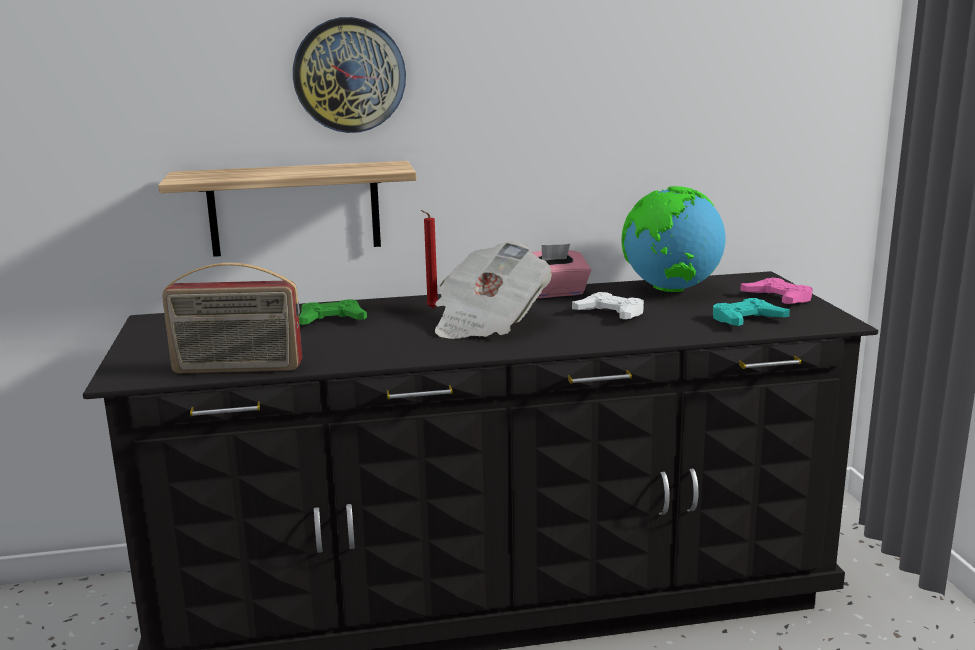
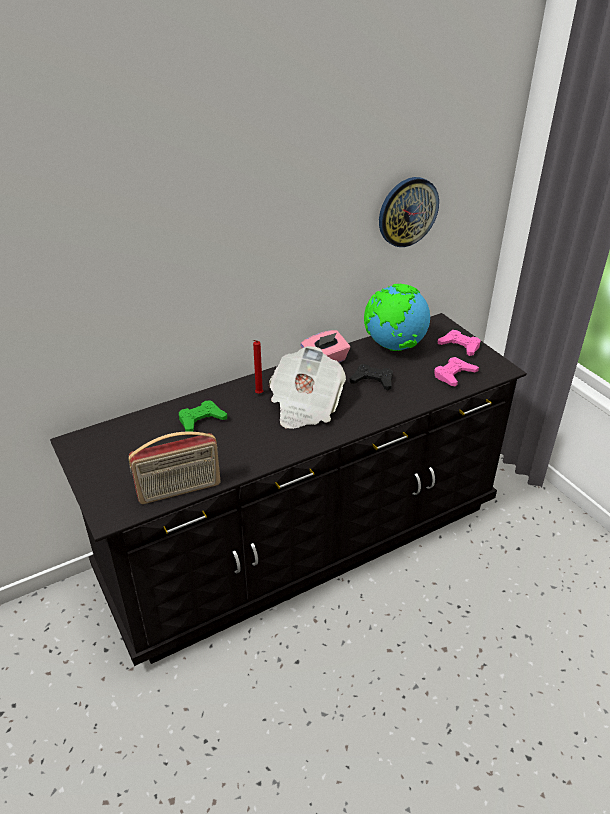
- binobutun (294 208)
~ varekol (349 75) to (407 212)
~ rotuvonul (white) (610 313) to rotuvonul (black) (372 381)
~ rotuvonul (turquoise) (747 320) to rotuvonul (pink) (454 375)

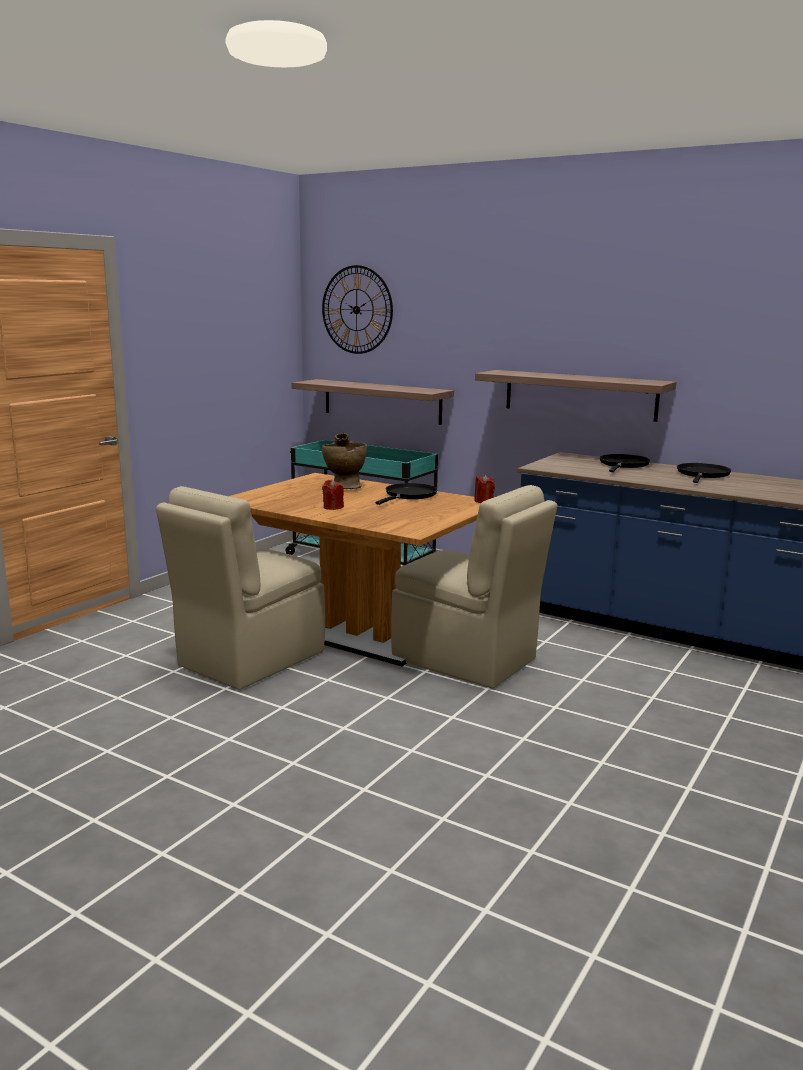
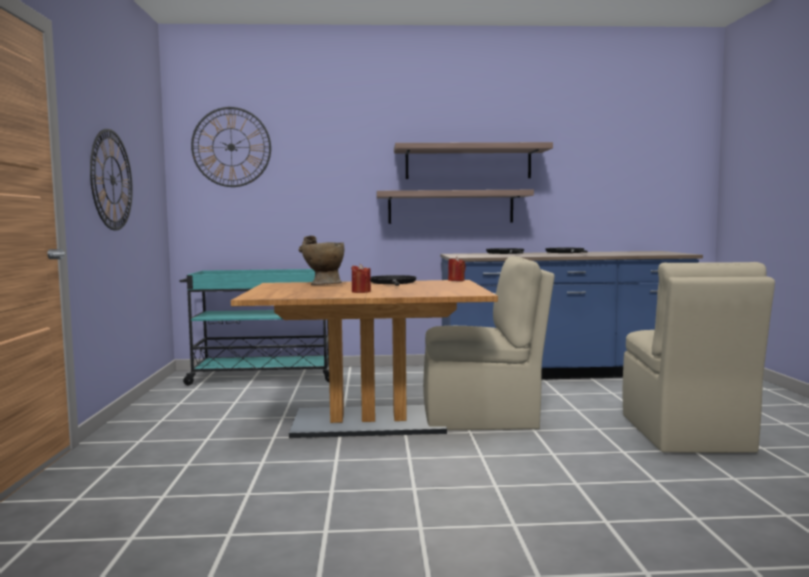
~ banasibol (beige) (248 660) to (685 434)
~ binobutun (382 401) to (468 163)
+ varekol (112 180)

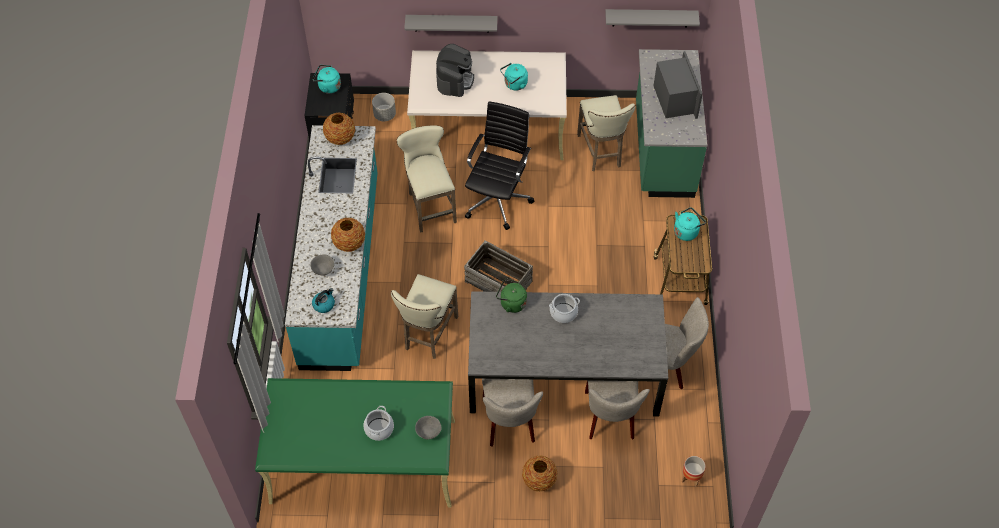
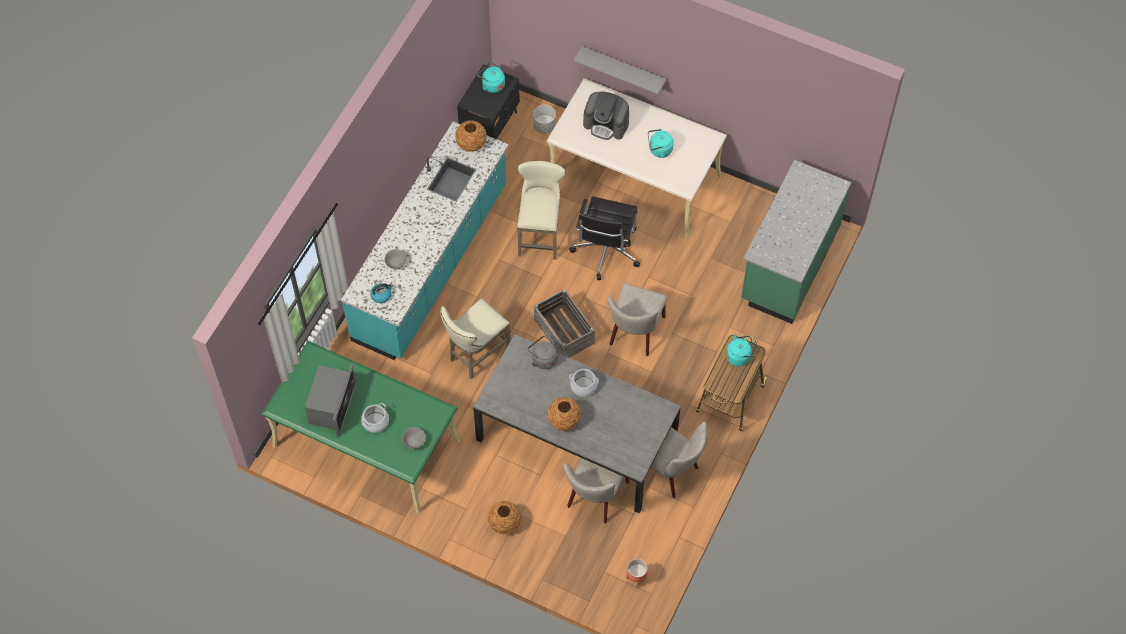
~ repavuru (349 243) to (564 420)
~ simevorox (455 80) = (606 124) 75 degrees clockwise
~ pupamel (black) (498 199) = (605 252) 150 degrees clockwise
~ banasibol (beige) (510 424) to (635 333)
~ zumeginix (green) (511 303) to zumeginix (grey) (543 359)
- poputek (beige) (601 153)
- binobutun (grey) (650 18)
~ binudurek (674 99) to (332 406)

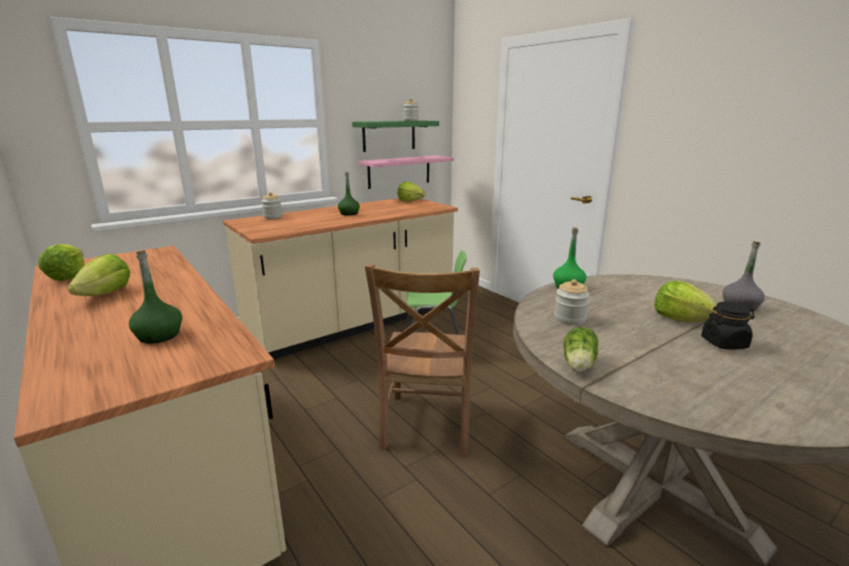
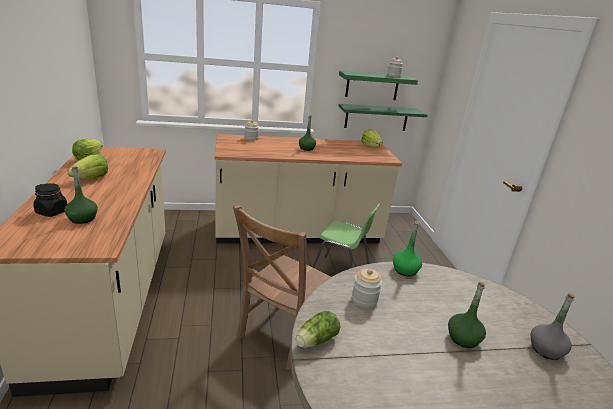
~ binobutun (pink) (399 171) to binobutun (green) (376 117)
~ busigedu (681 319) to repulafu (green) (463 338)
~ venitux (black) (724 343) to (52 212)

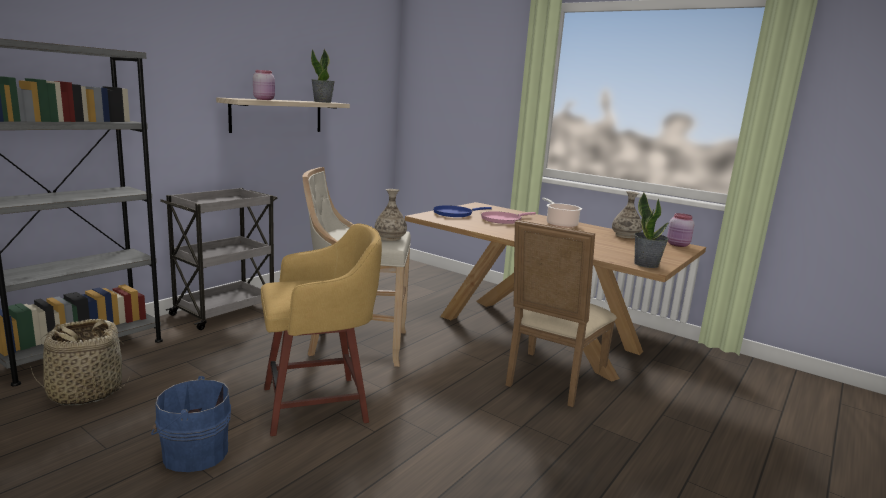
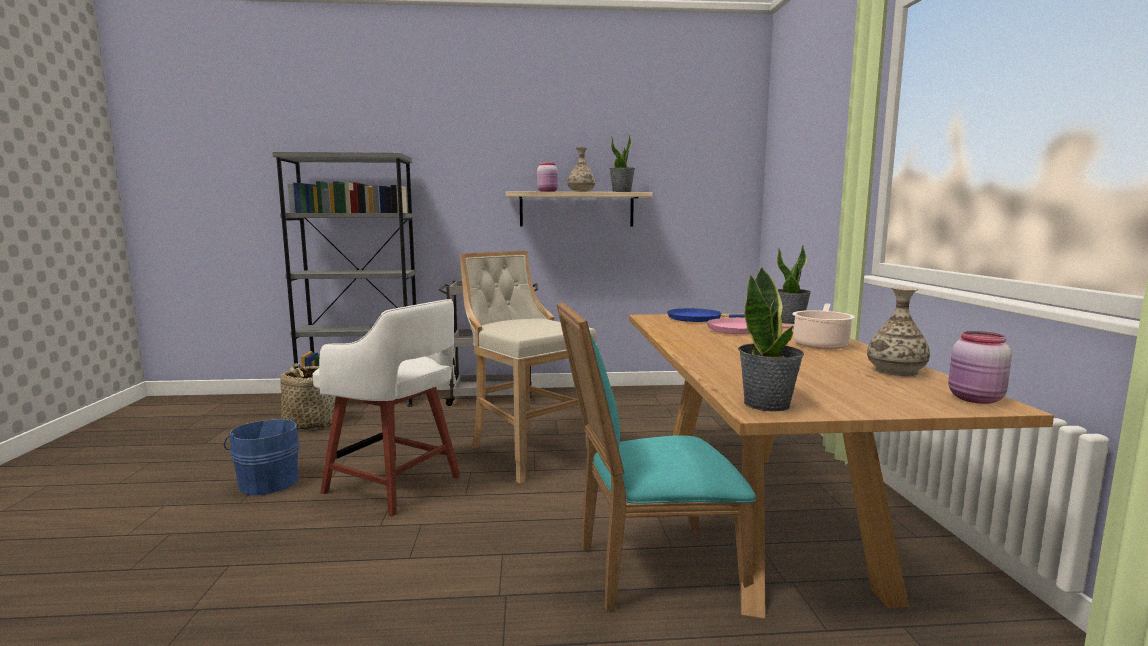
~ poputek (yellow) (319 404) to poputek (white) (395 486)
~ repavuru (390 238) to (581 192)
~ banasibol (beige) (550 381) to banasibol (turquoise) (648 569)
+ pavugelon (790 321)

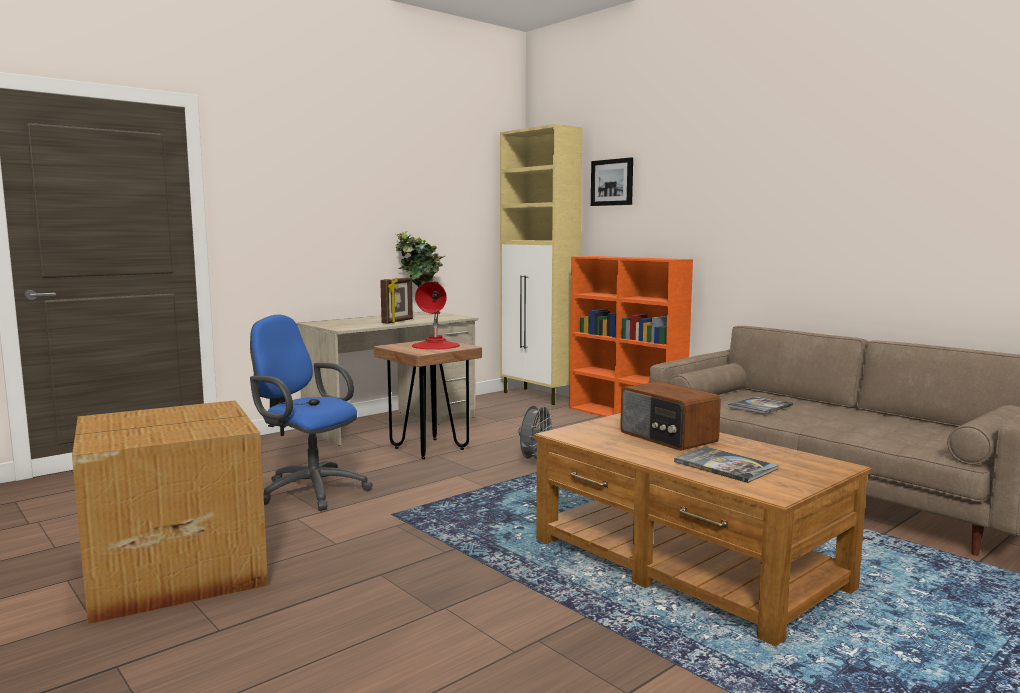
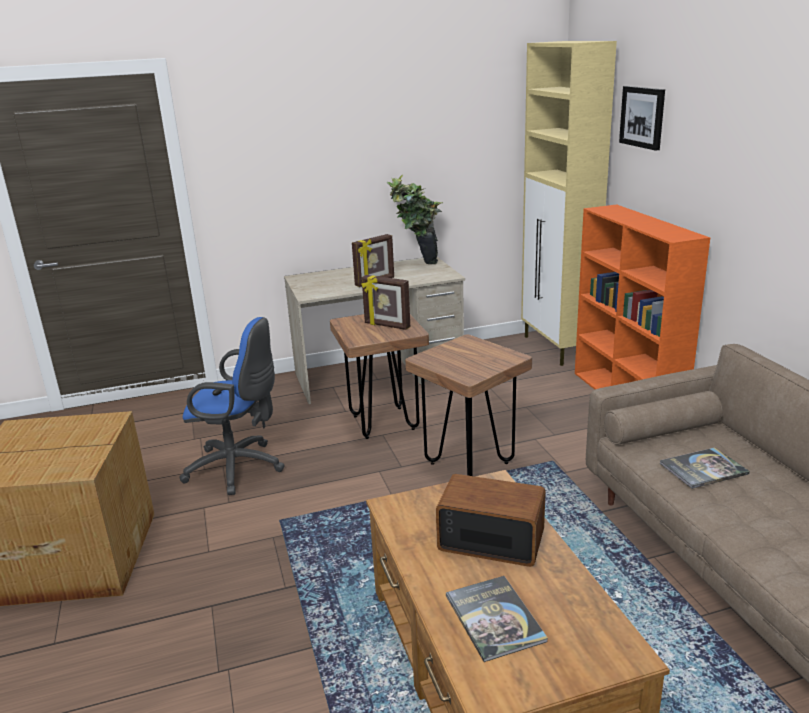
~ pupamel (blue) (309 490) = (239 468) 135 degrees clockwise
~ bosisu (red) (436 345) to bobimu (386 326)
~ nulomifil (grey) (535 461) to poputek (brown) (469 463)
~ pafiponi (667 437) = (490 539) 120 degrees clockwise

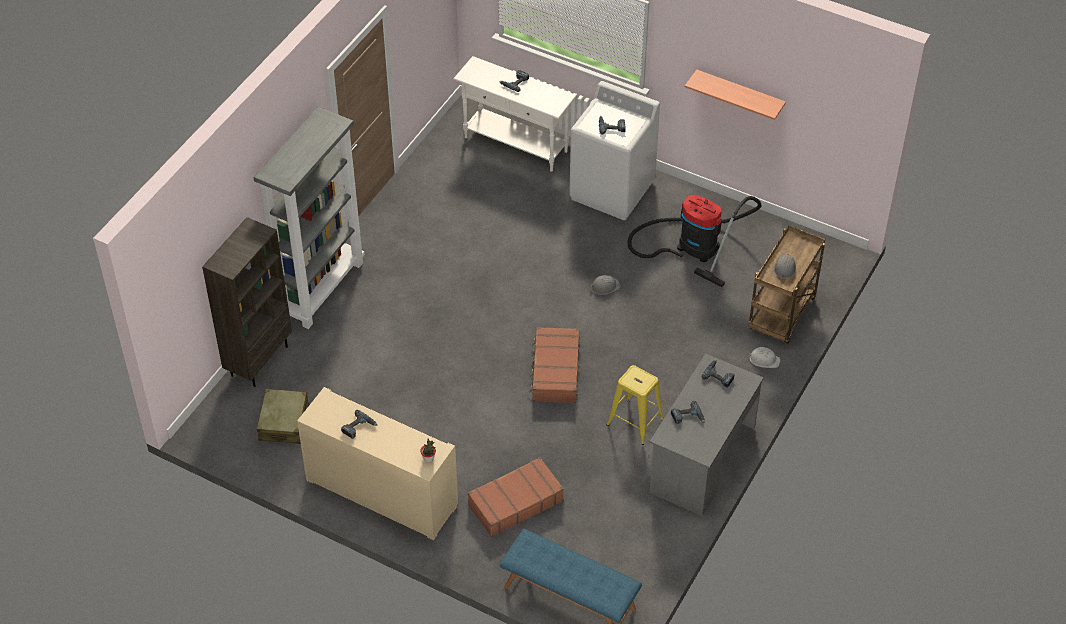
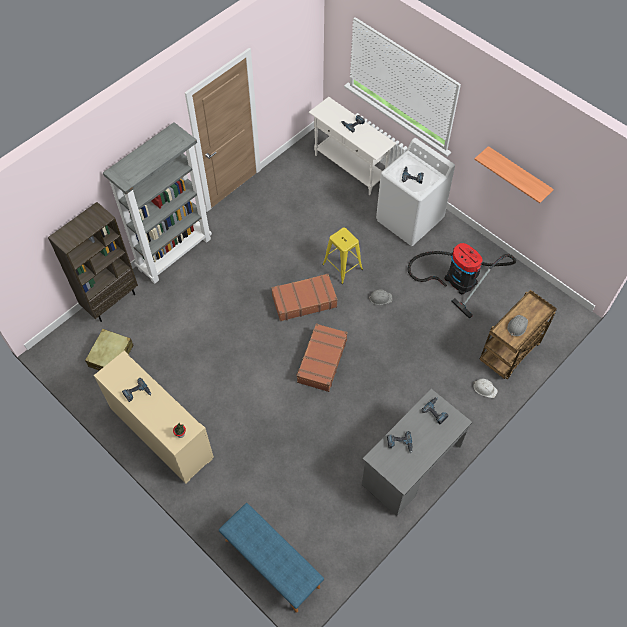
~ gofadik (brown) (515 503) to (304 301)
~ poputek (yellow) (635 422) to (342 267)

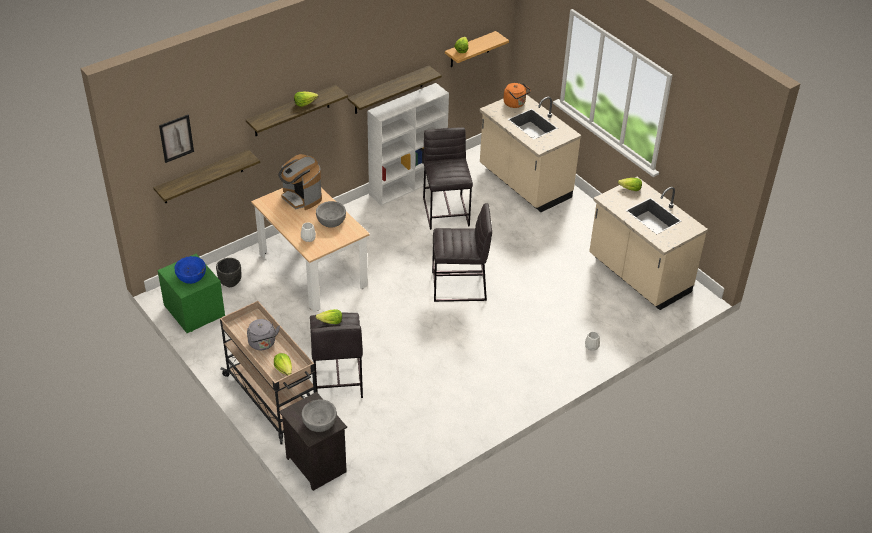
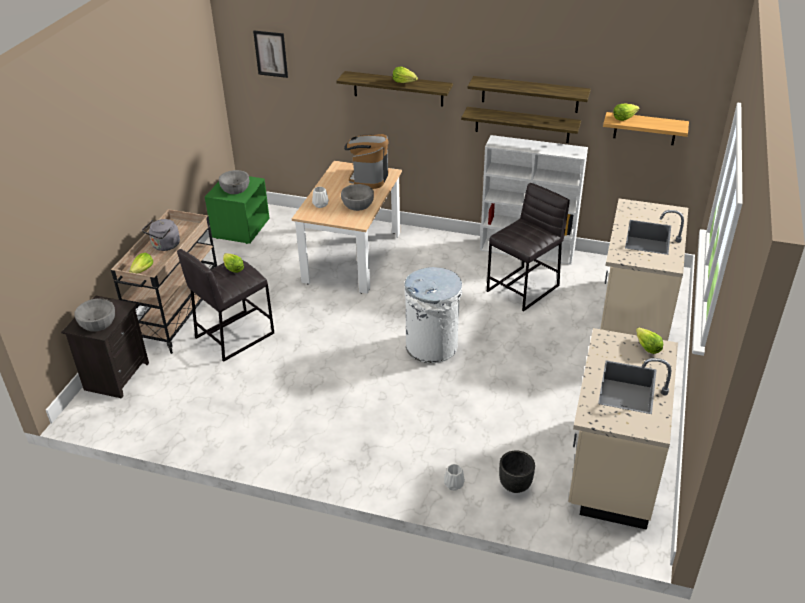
~ binobutun (203 177) to (530 94)
~ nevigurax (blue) (191 276) to nevigurax (grey) (235 188)
~ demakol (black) (230 283) to (515 486)
~ poputek (grey) (459 286) to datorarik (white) (432 346)
- zumeginix (orange) (515 104)

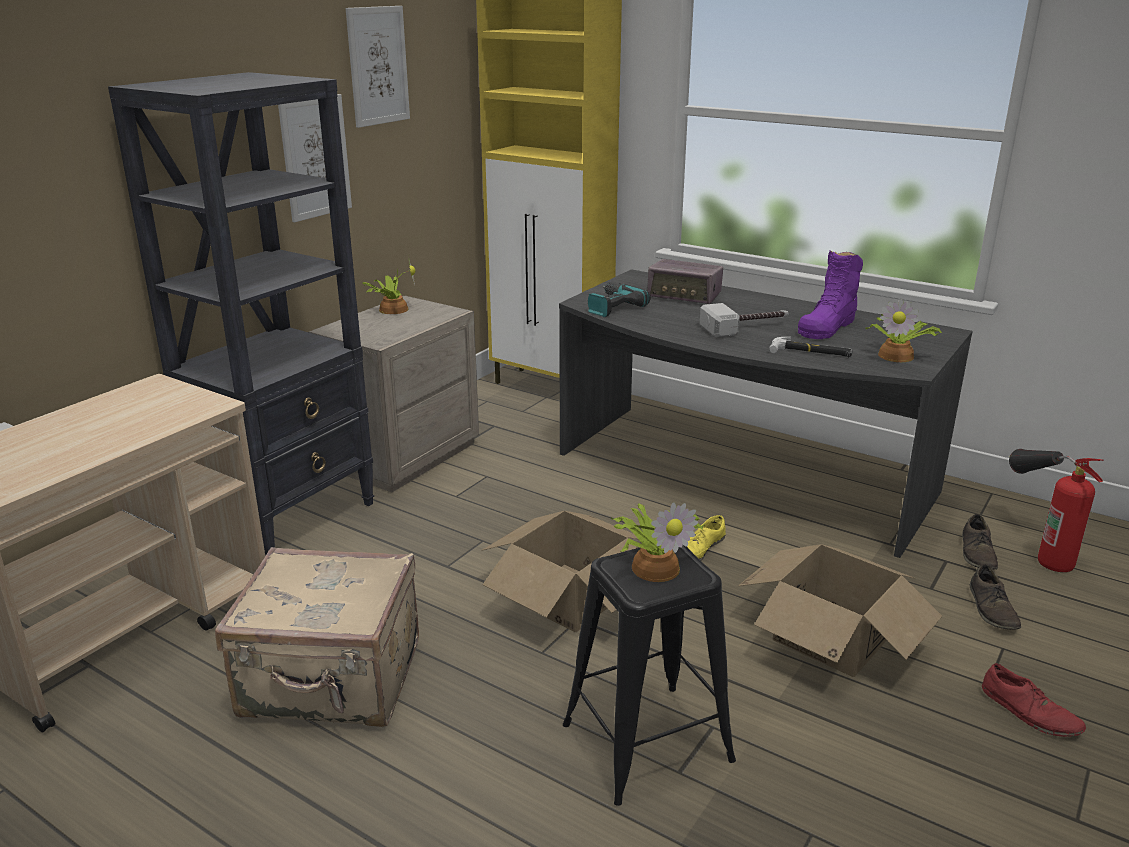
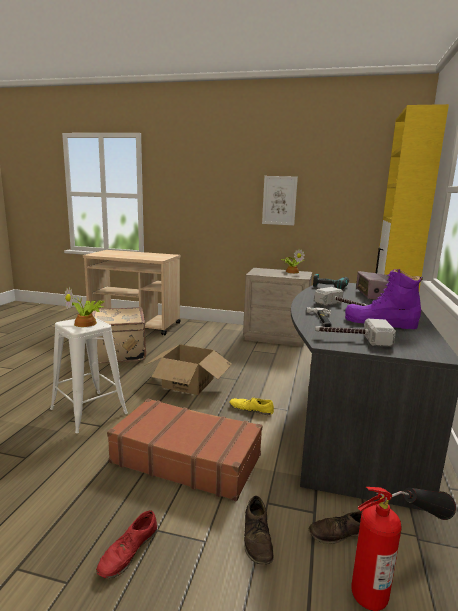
- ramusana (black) (289 516)
- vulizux (378 66)
~ poputek (black) (646 743) to poputek (white) (88 411)
~ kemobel (832 637) to gofadik (brown) (186 458)
~ pavugelon (897 355) to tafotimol (351 339)
~ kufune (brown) (992 609) = (257 538) 75 degrees counterclockwise

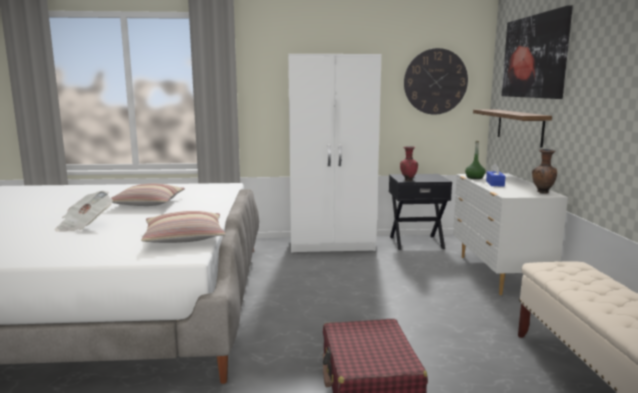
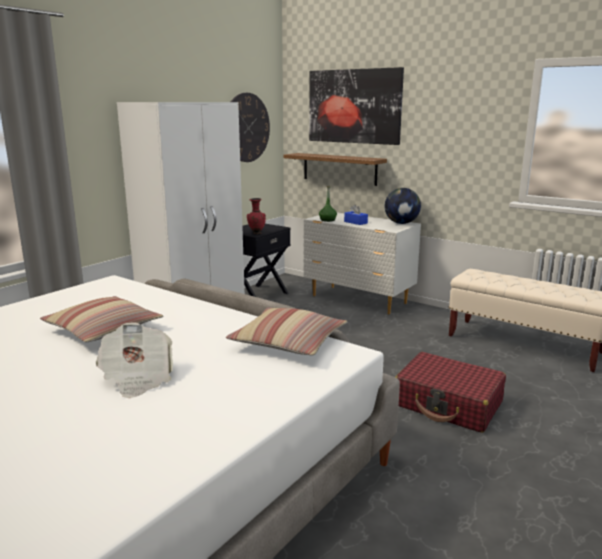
~ repavuru (brown) (542 192) to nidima (401 223)

